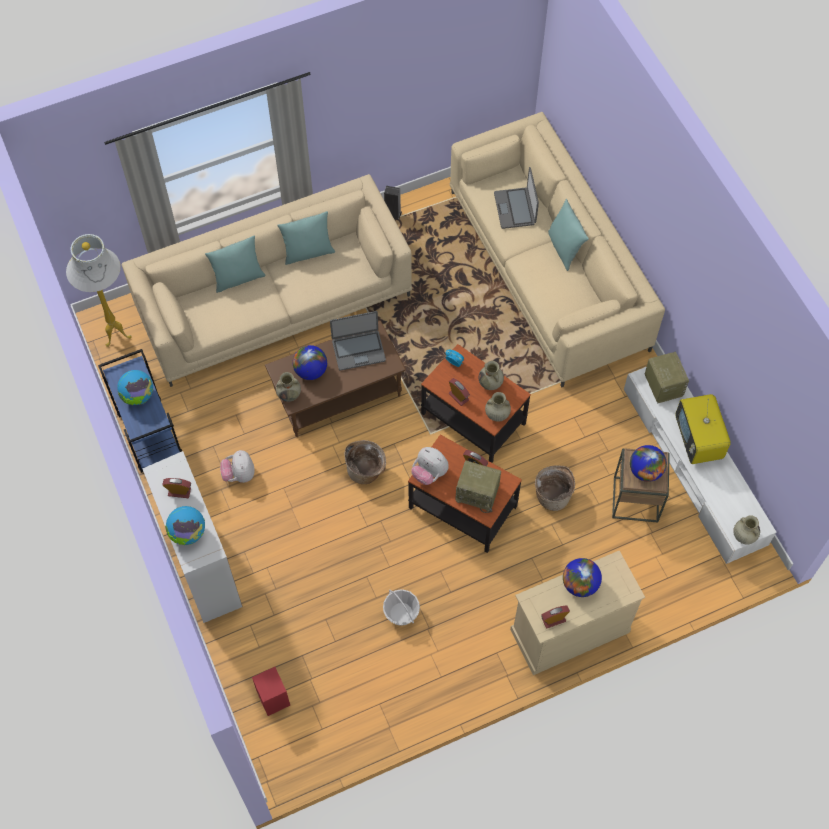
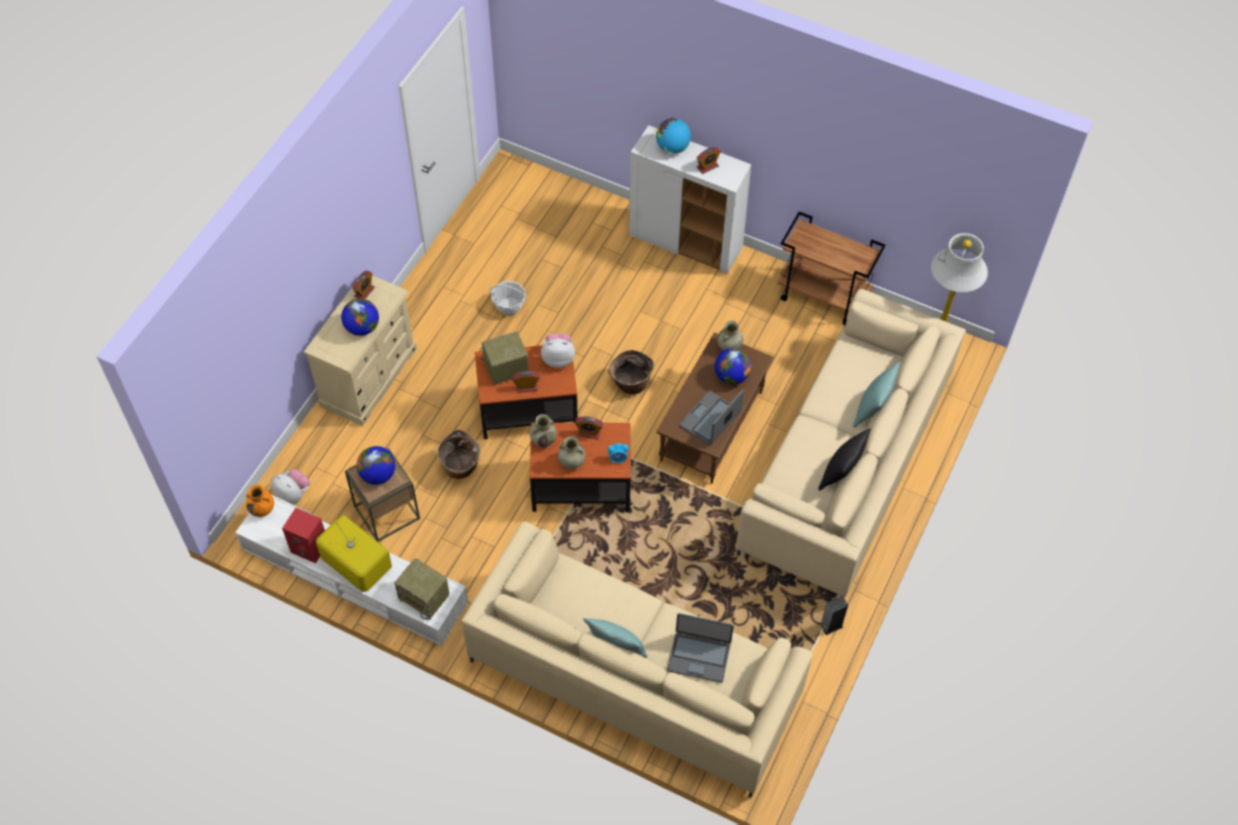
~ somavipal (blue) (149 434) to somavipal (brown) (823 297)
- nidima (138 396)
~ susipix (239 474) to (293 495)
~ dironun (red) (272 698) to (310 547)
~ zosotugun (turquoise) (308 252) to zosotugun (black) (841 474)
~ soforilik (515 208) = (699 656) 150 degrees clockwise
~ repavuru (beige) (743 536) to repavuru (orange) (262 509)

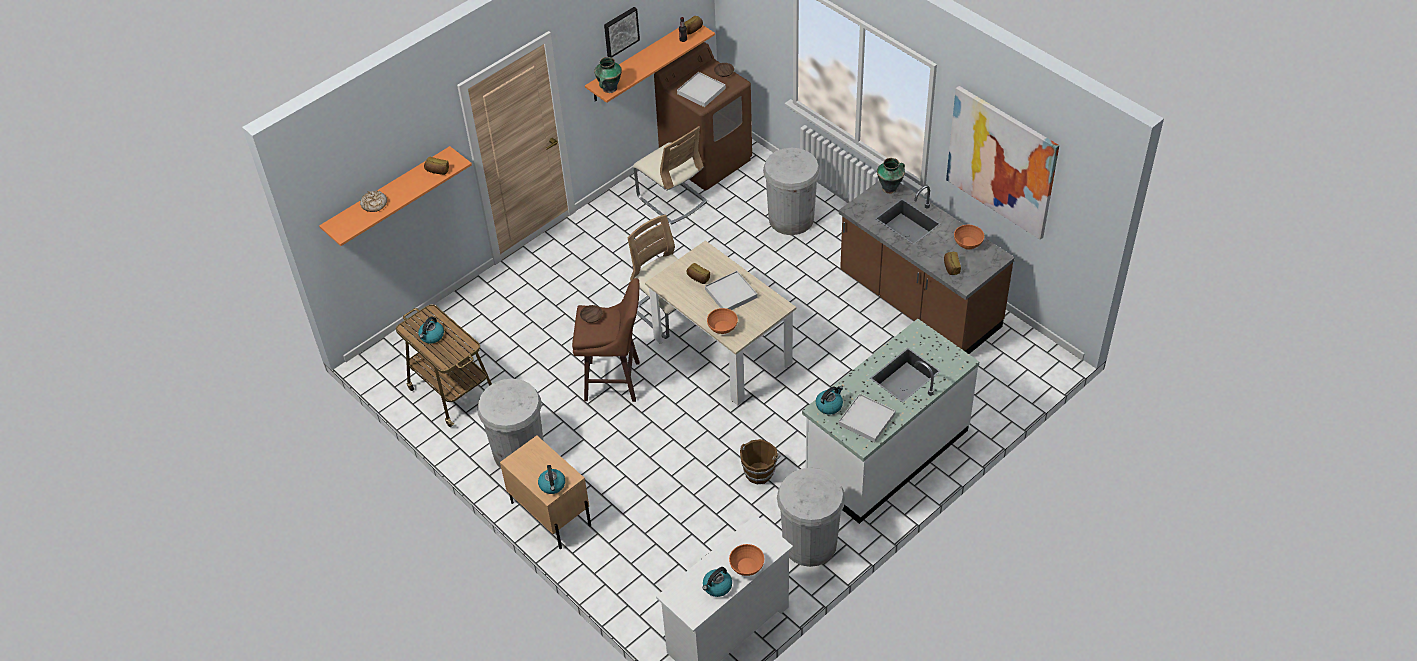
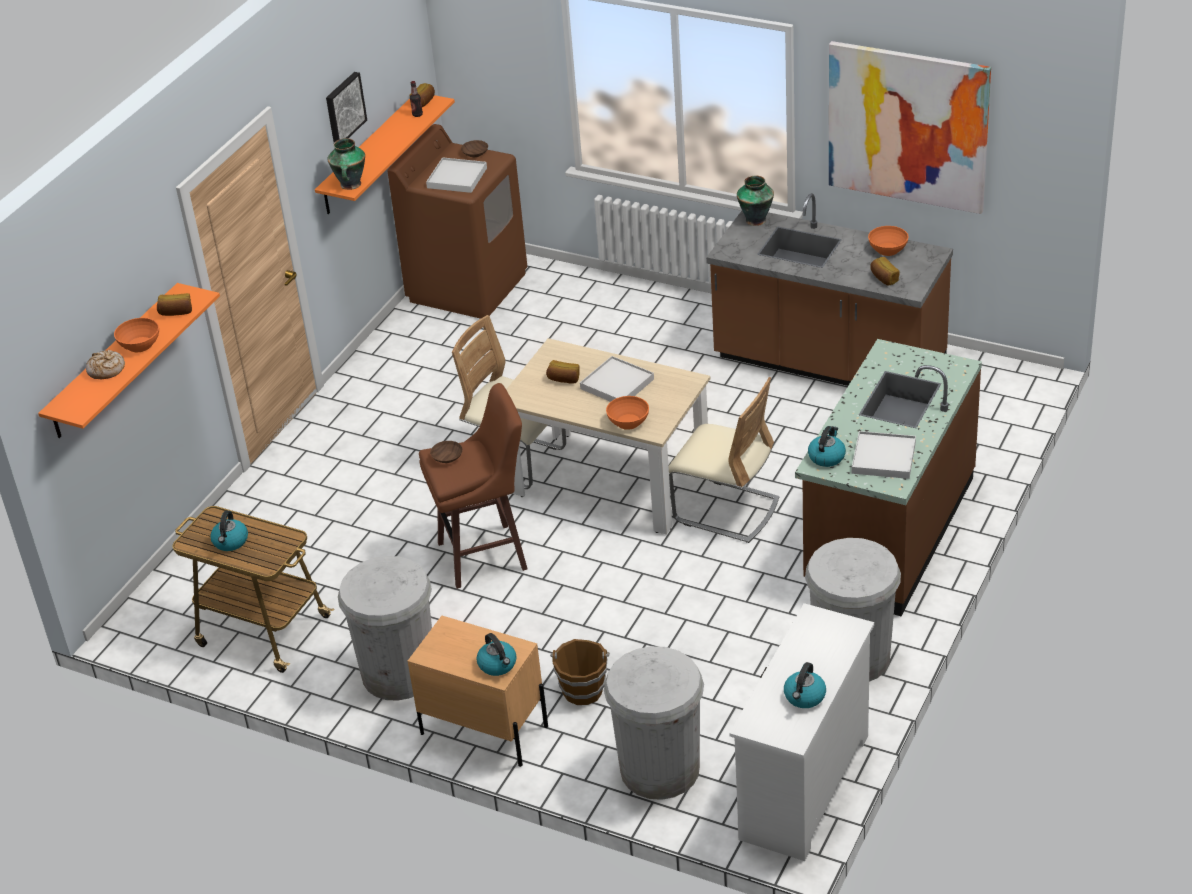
~ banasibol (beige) (672 199) to (726 510)
~ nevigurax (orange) (747 566) to (140 344)
~ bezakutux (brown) (759 472) to (583 689)
~ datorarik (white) (791 219) to (659 769)
~ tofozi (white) (886 454) to tofozi (brown) (888 532)

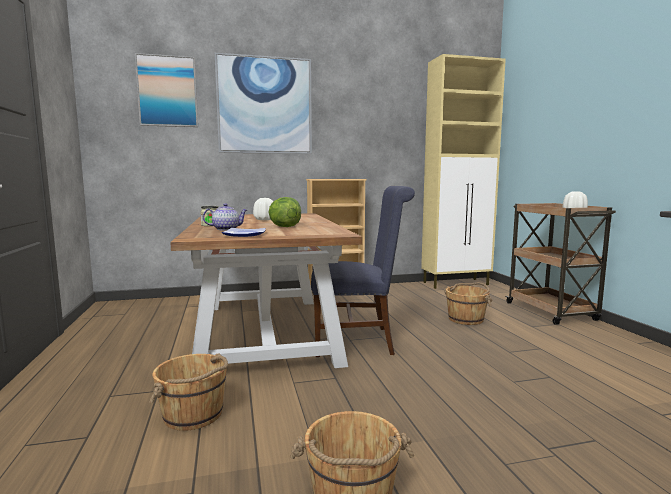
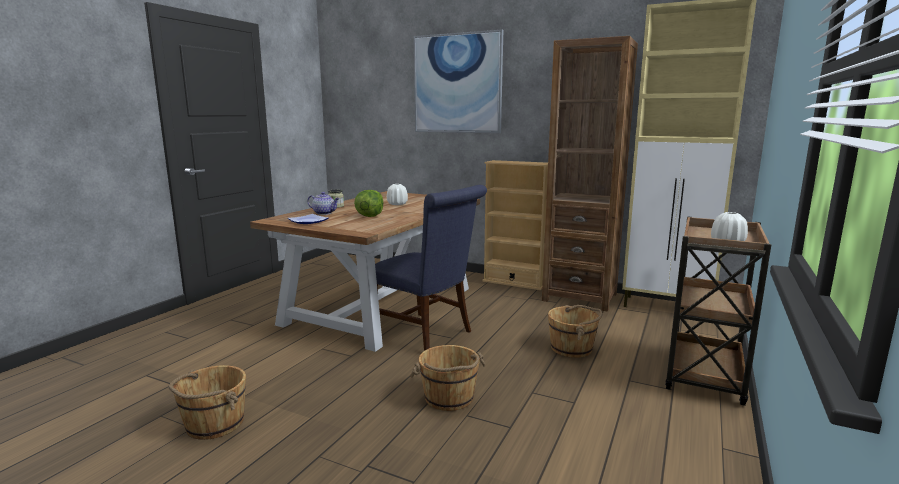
- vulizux (167 91)
~ bezakutux (brown) (194 415) to (449 398)
+ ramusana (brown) (579 297)

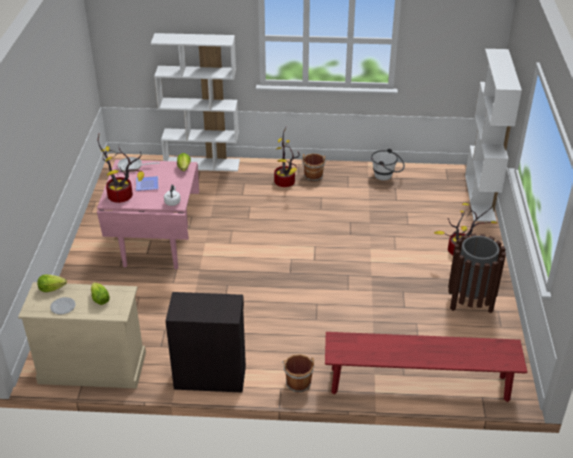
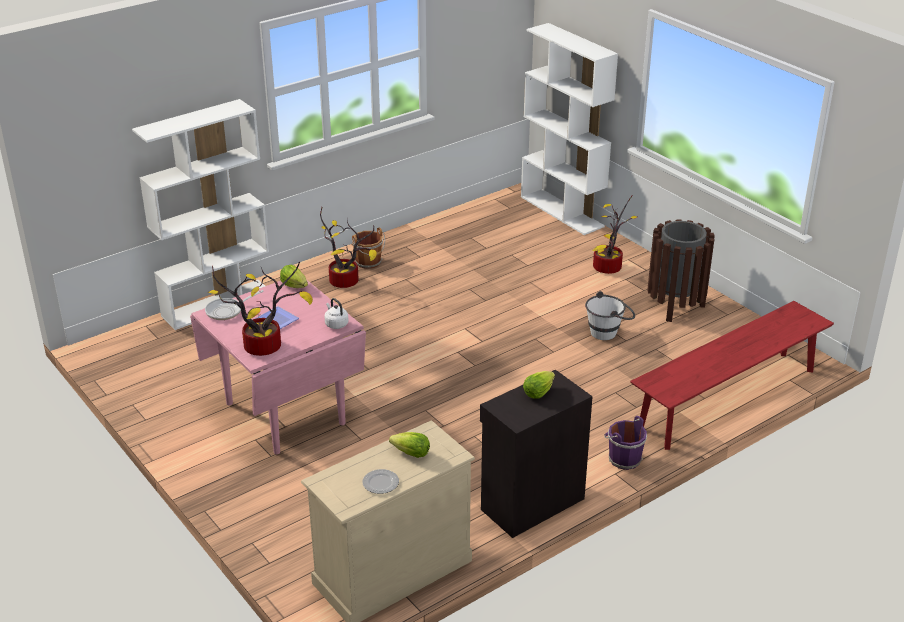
~ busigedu (51 288) to (538 392)
~ bezakutux (brown) (298 382) to bezakutux (purple) (623 458)
~ bezakutux (white) (386 176) to (608 331)

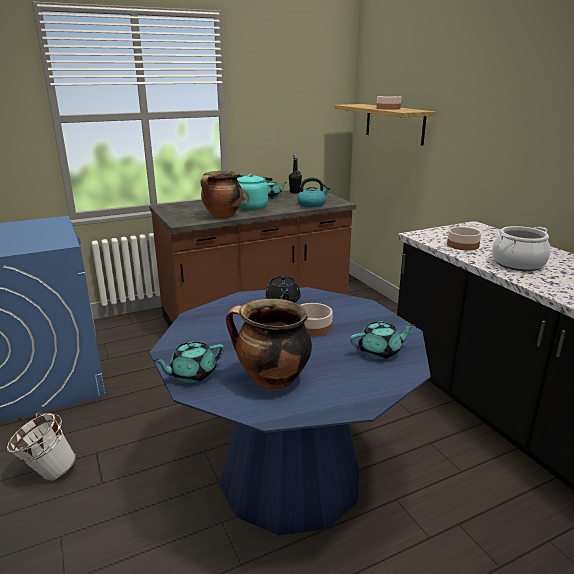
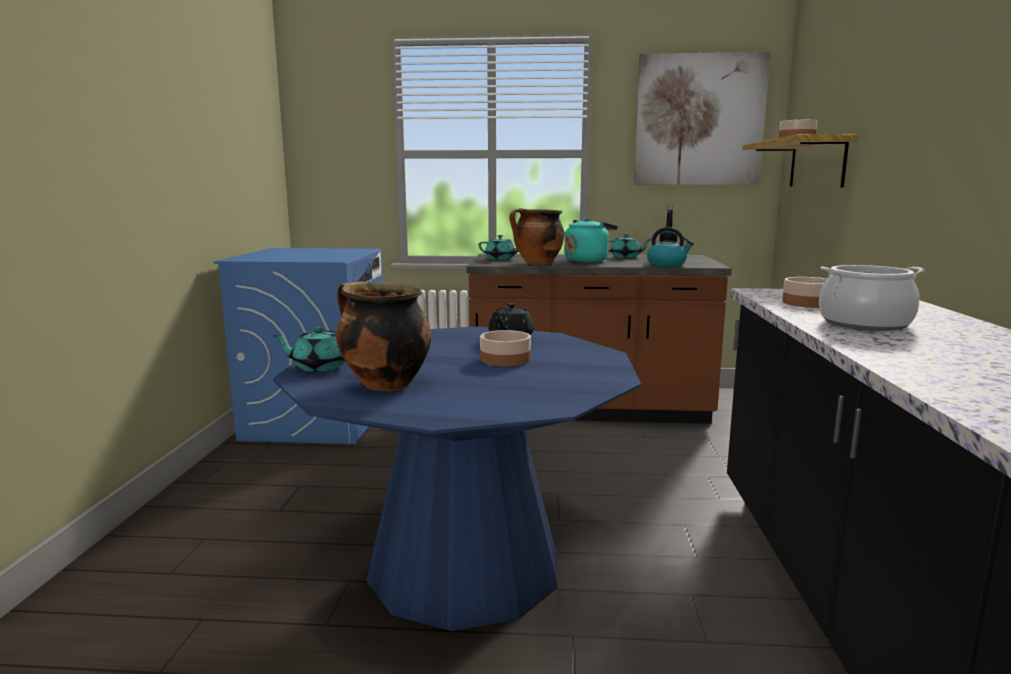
- bezakutux (white) (47 472)
~ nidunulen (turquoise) (380 352) to (500 259)
+ vulizux (699 120)

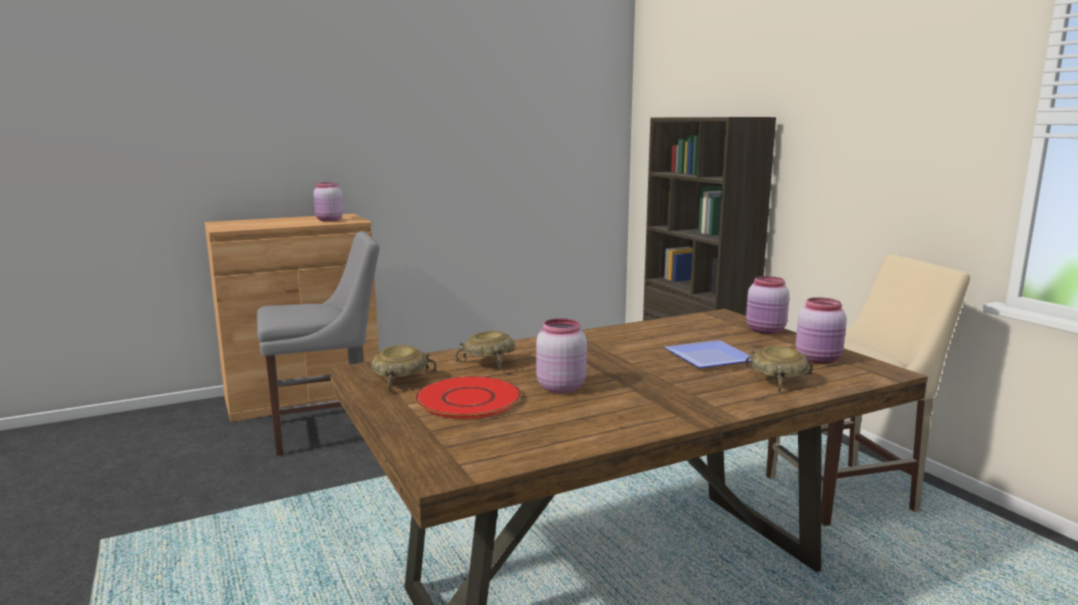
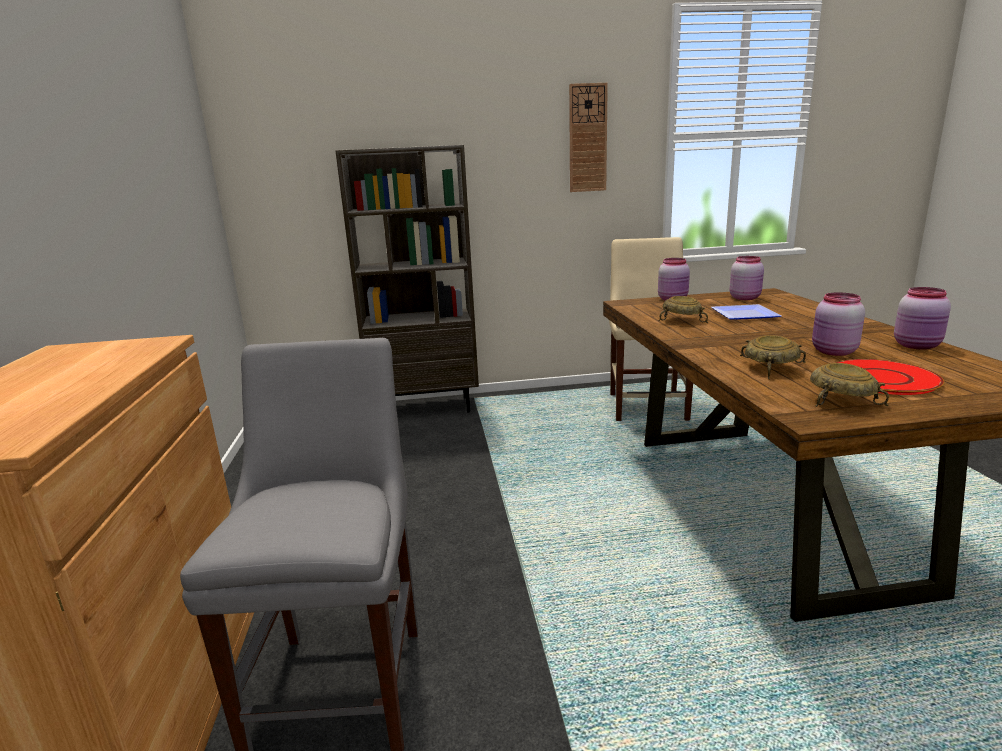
~ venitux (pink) (328 220) to (918 346)
~ nevigurax (beige) (777 380) to (680 320)
+ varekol (587 138)

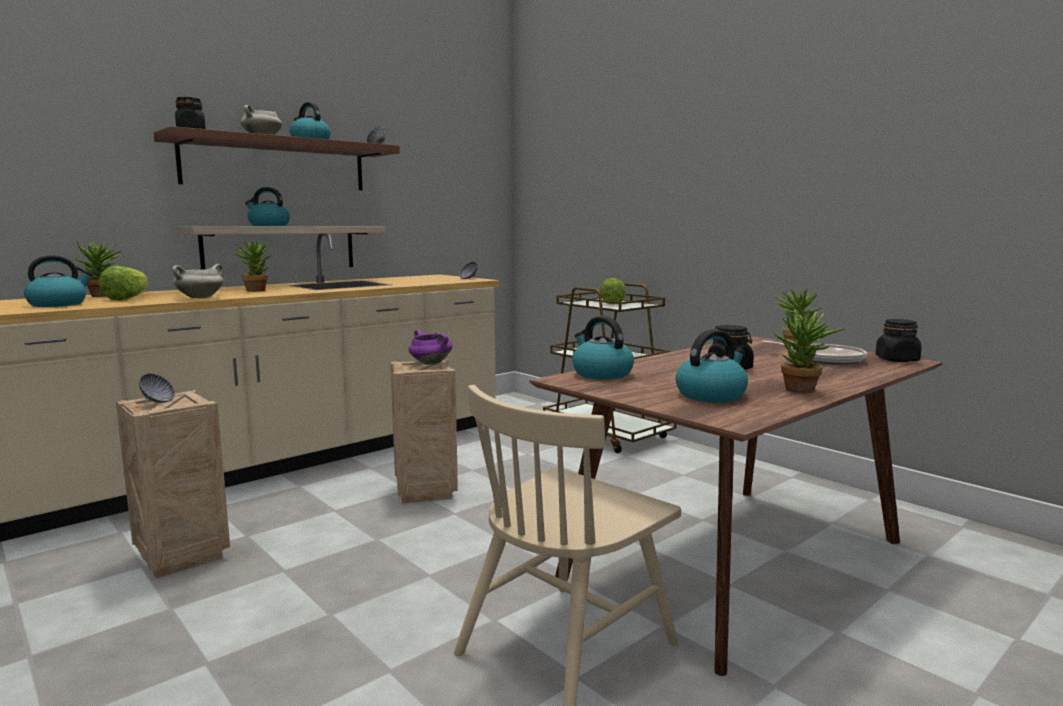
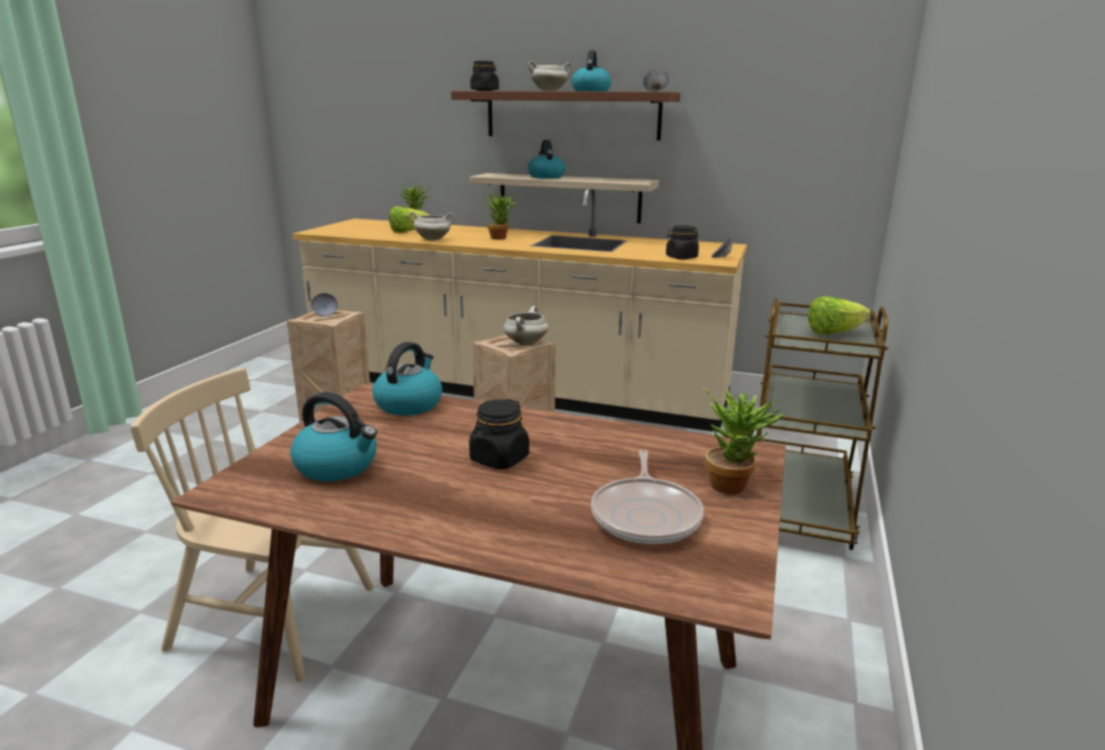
- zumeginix (58 304)
~ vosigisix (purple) (430 364) to vosigisix (white) (525 343)
- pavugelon (802 391)
~ venitux (black) (897 360) to (681 257)

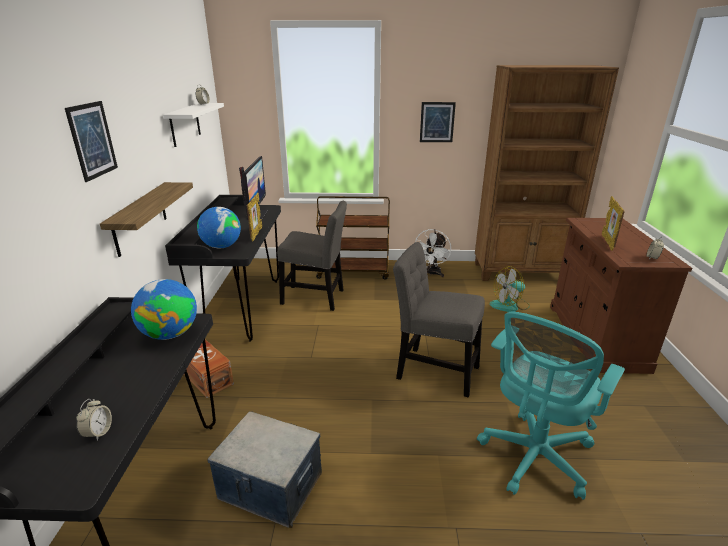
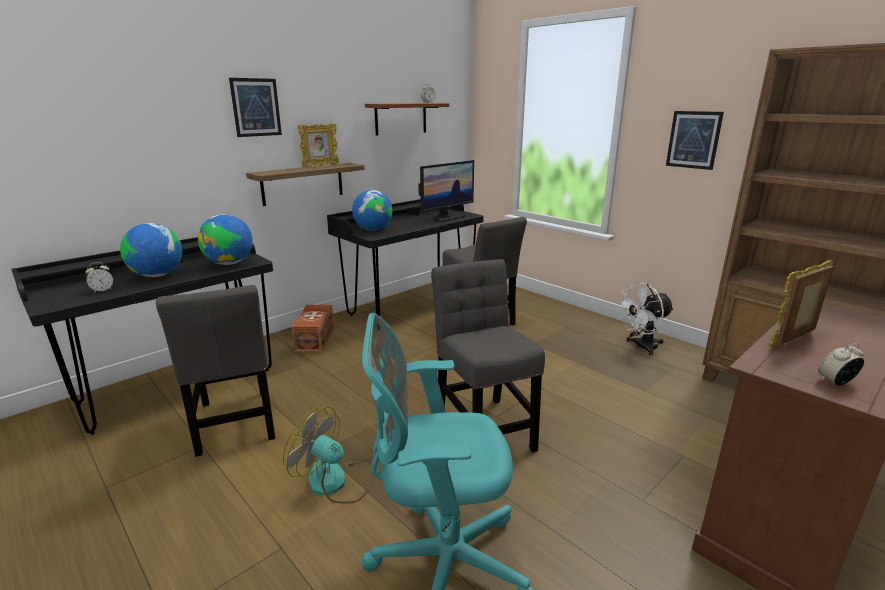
~ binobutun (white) (185 124) to binobutun (brown) (401 118)
~ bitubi (270 486) to banasibol (grey) (235 424)
~ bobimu (256 234) to (320 166)
- somavipal (brown) (354 272)
~ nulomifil (510 305) to (336 482)
+ nidima (157 275)

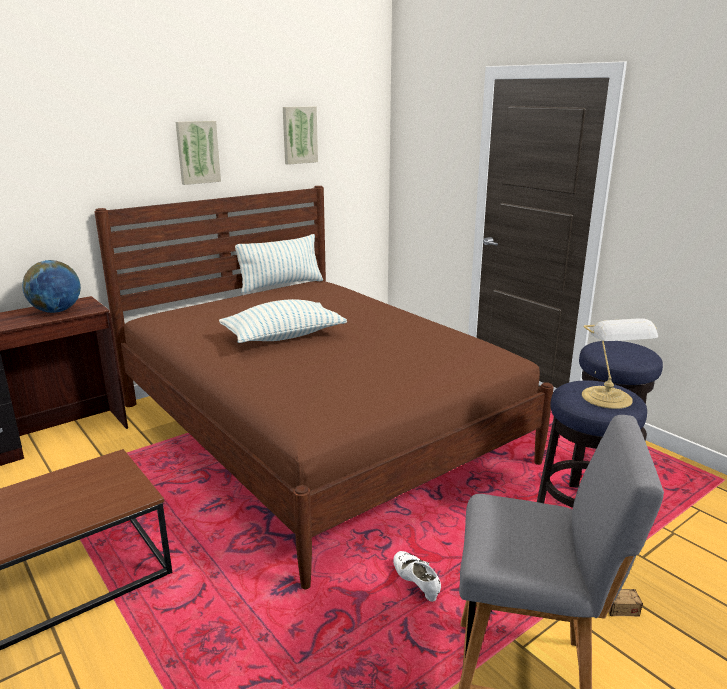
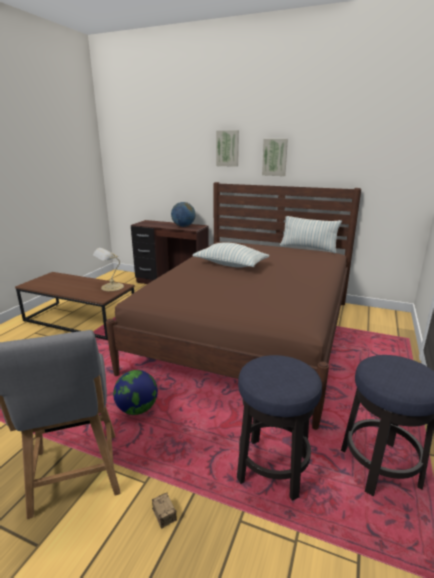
~ vulizux (299 135) to (227 148)
~ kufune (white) (416 585) to nidima (137 409)
~ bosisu (608 398) to (111 287)

